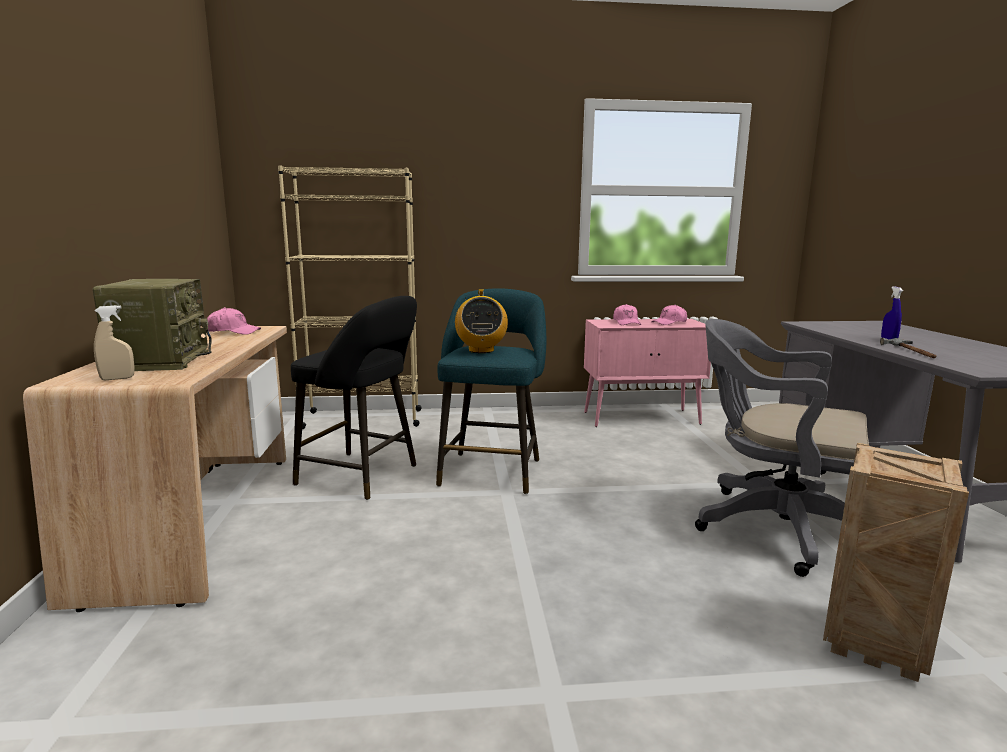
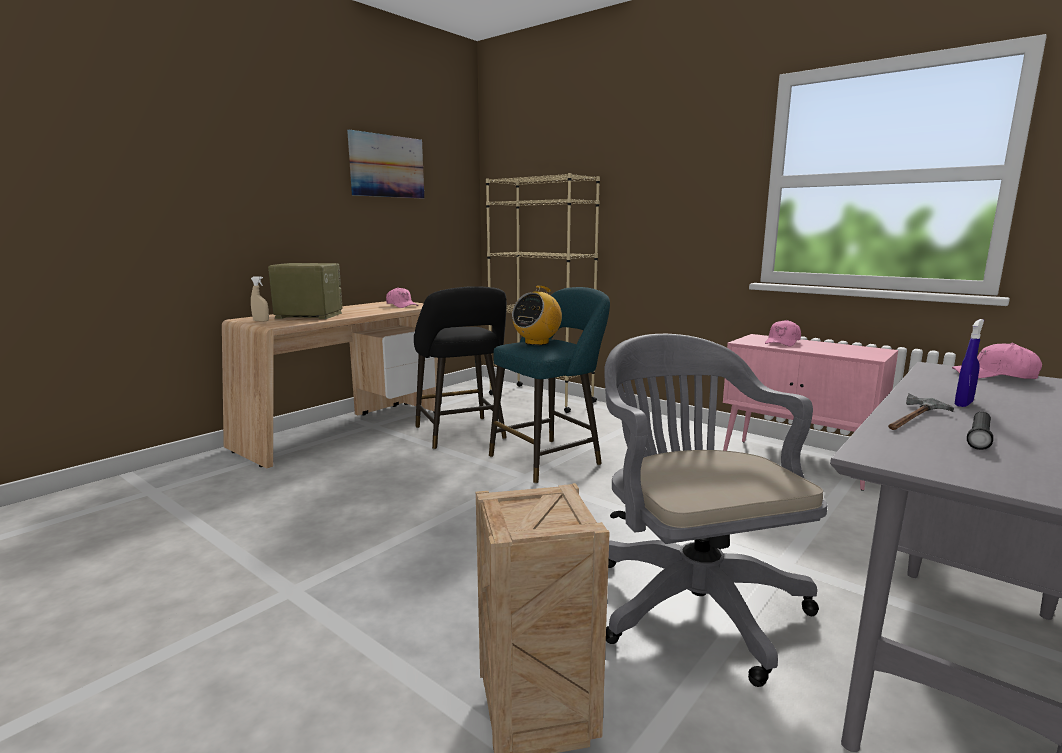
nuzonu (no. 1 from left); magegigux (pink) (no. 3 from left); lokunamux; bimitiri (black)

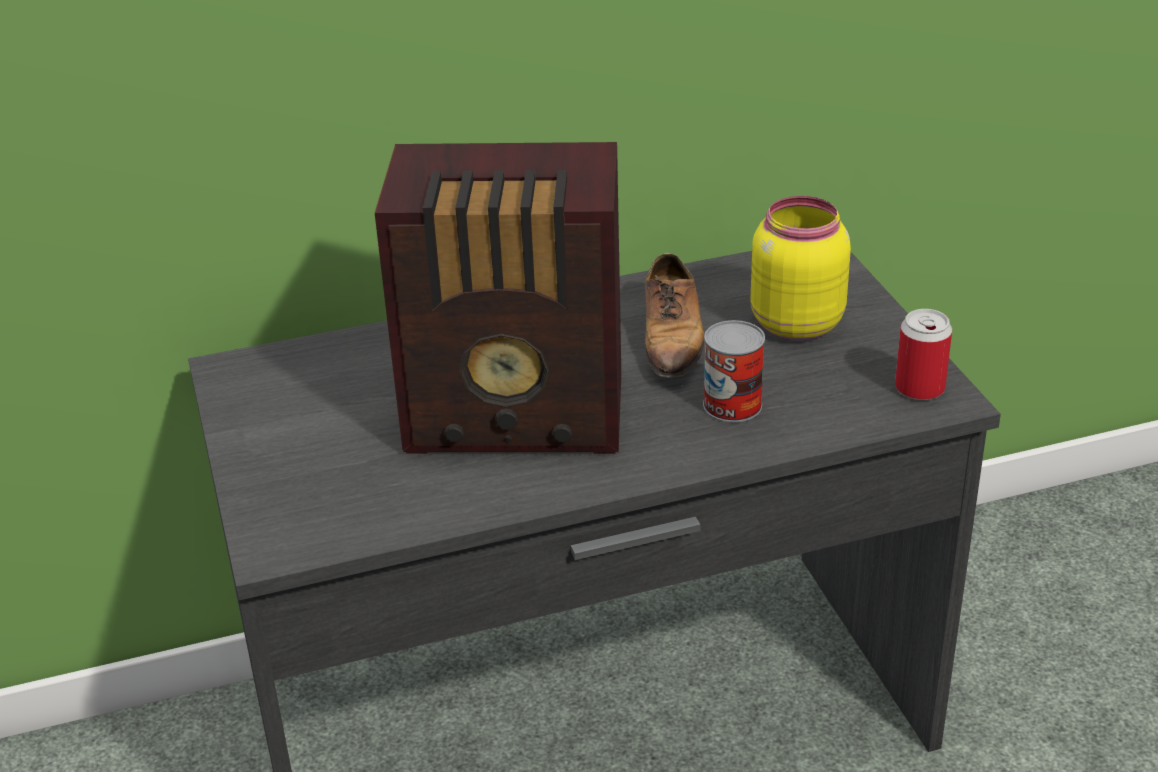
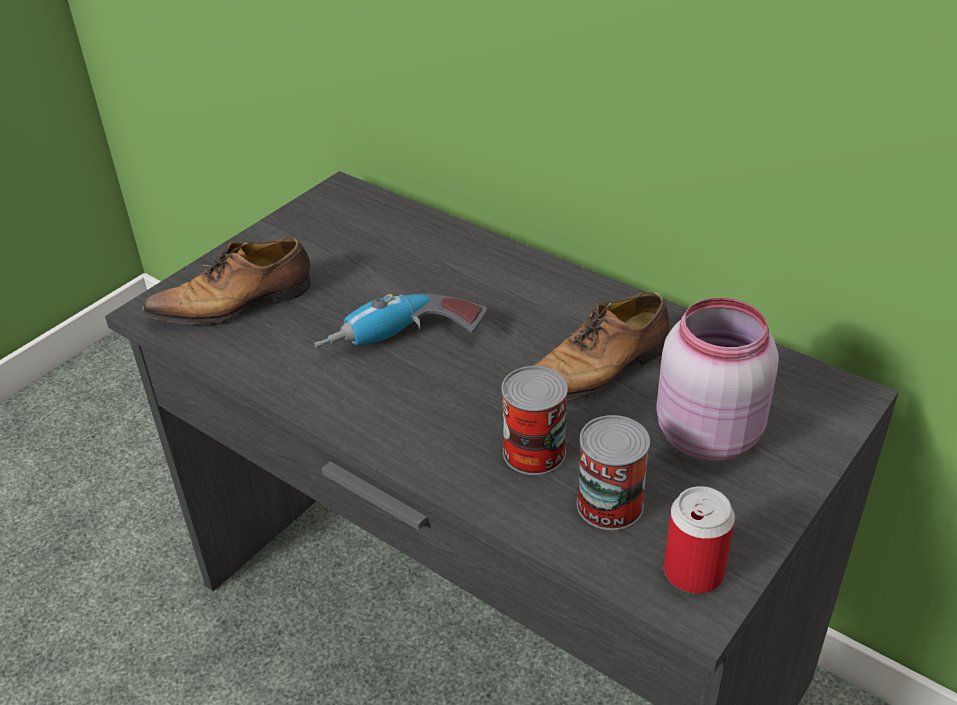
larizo; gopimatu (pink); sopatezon (no. 1 from left); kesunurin (no. 2 from left)

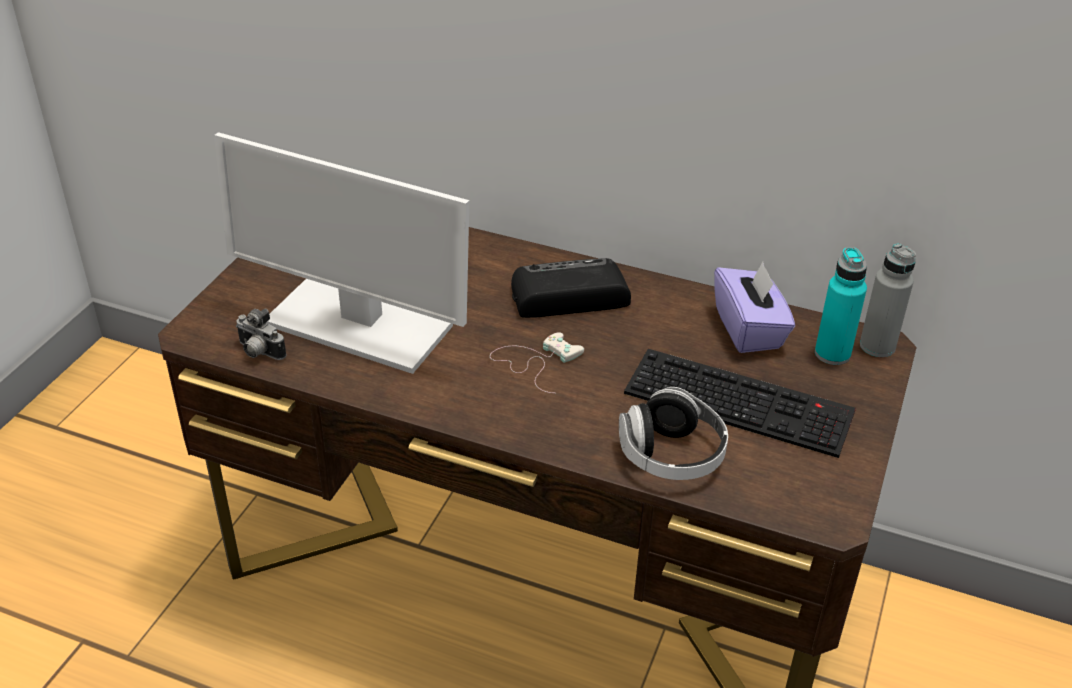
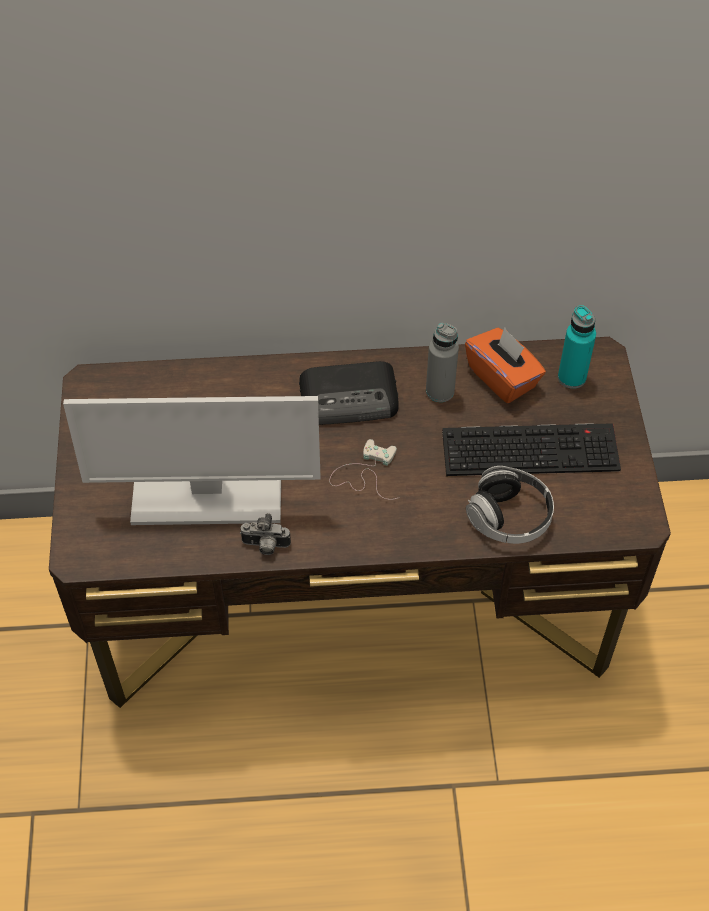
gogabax; nuzonu; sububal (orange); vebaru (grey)

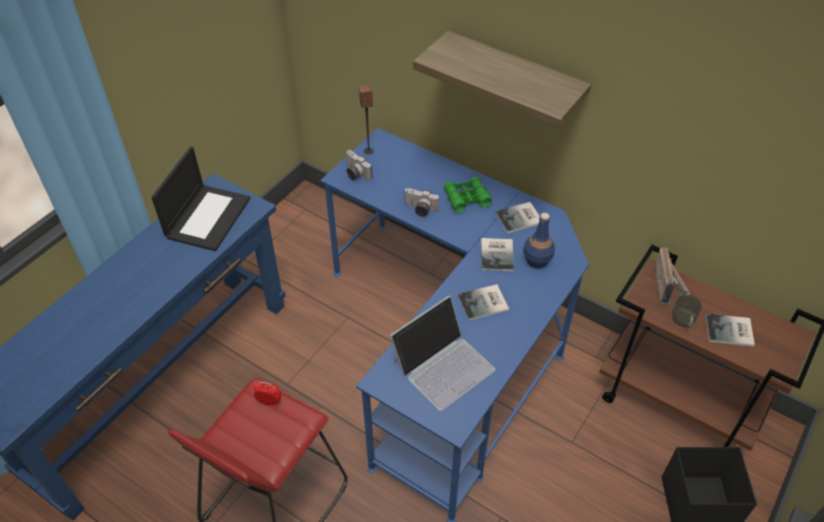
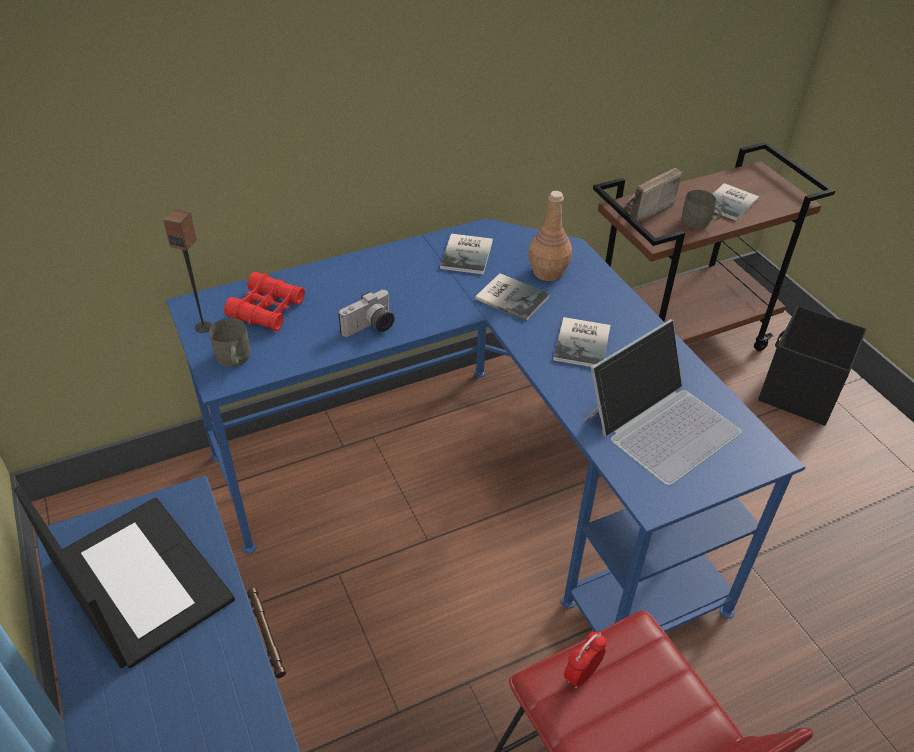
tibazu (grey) (no. 1 from left); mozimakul (no. 2 from left); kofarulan; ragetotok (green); vebaru (brown); nuzonu; ragetotok (red)

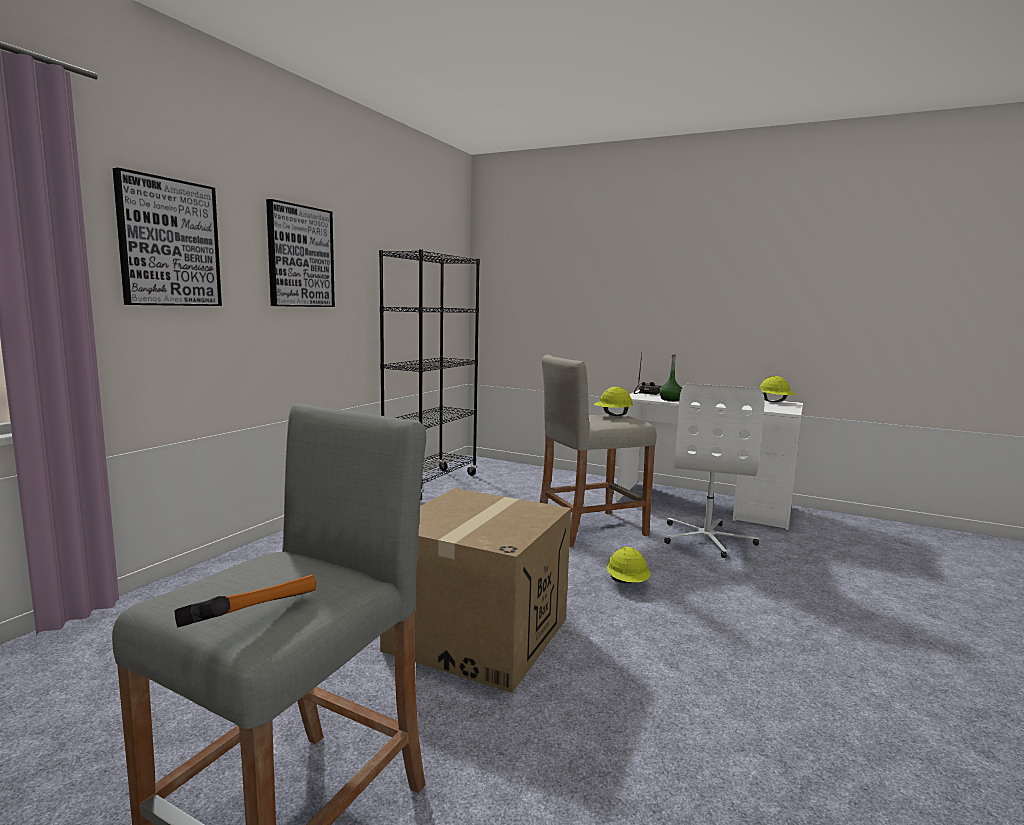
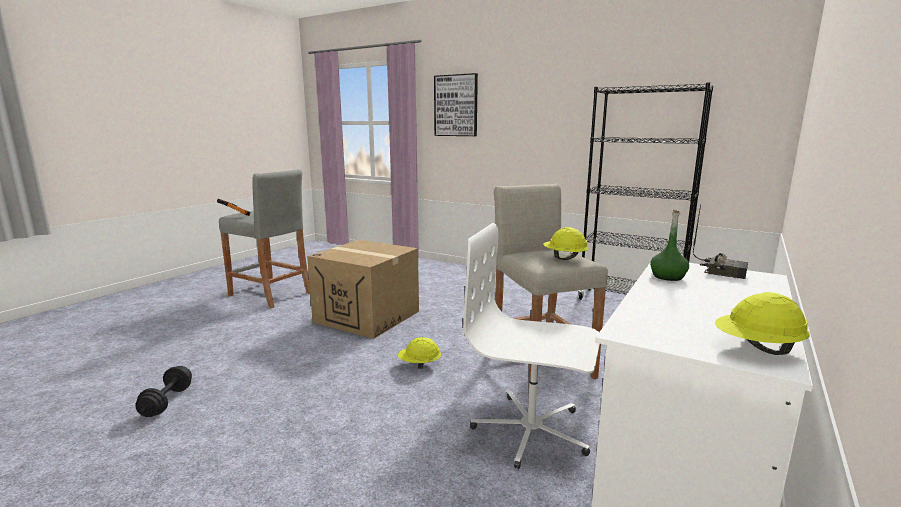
lokunamux (no. 2 from left in the first image); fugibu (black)

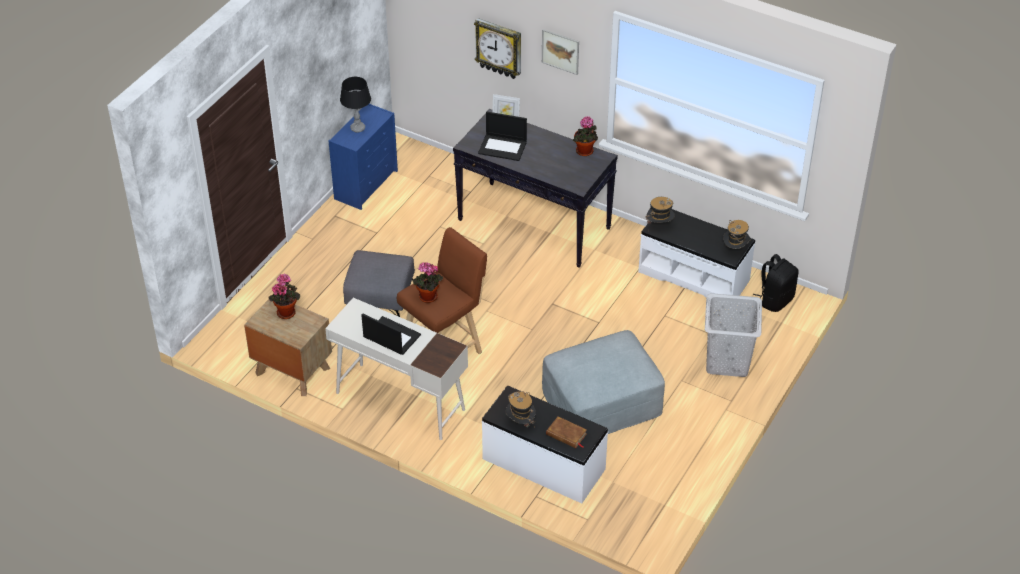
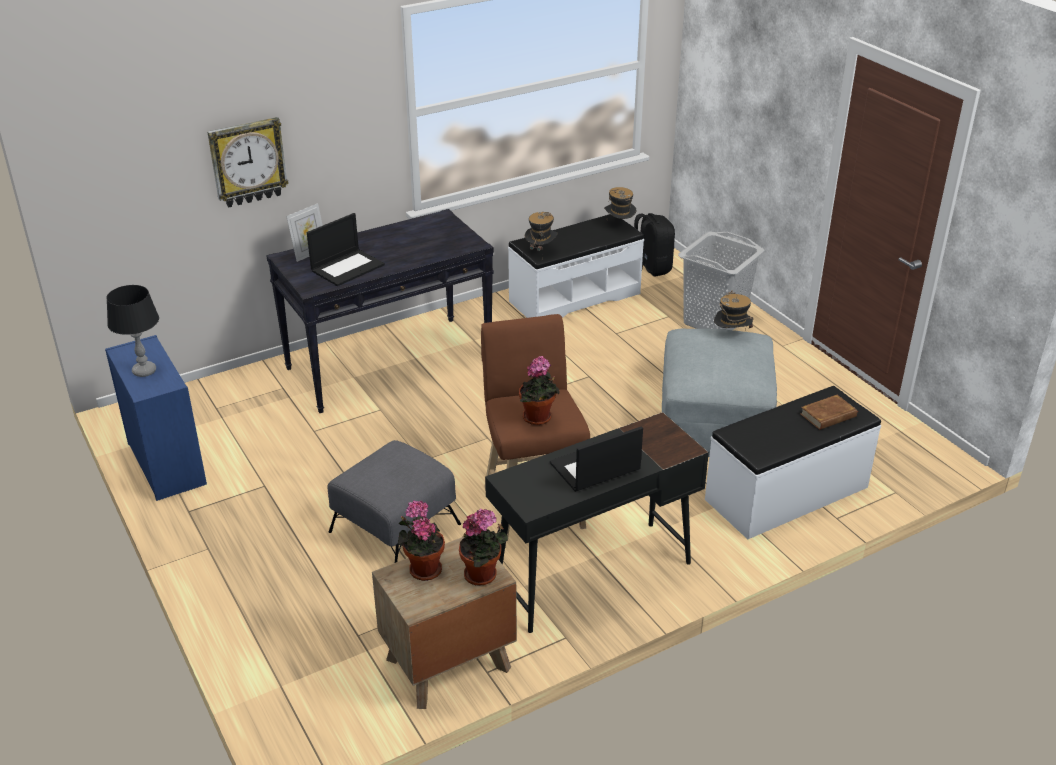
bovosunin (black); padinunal (no. 3 from left); lokunamux; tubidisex (no. 2 from left)

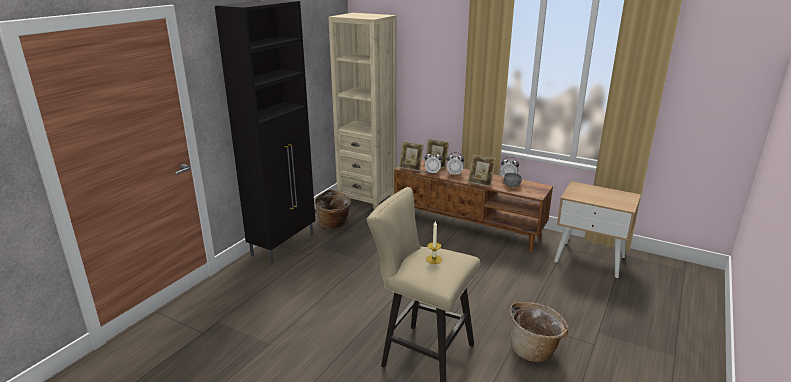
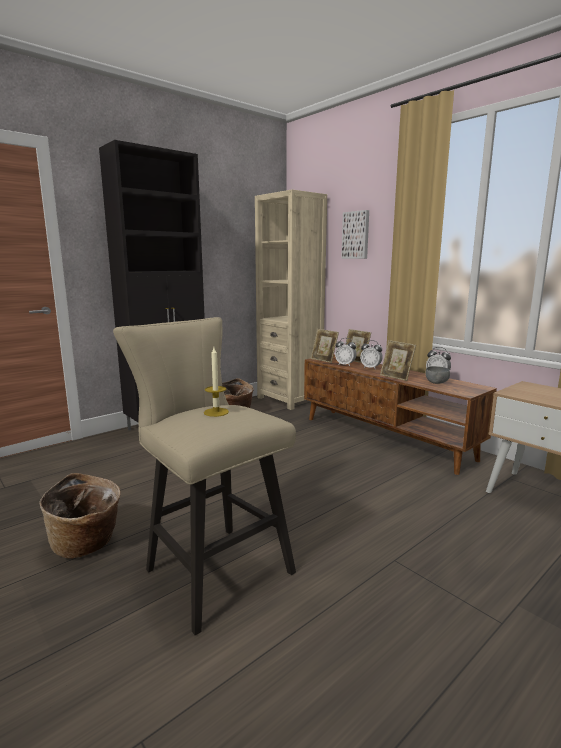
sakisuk (no. 1 from left); lokunamux

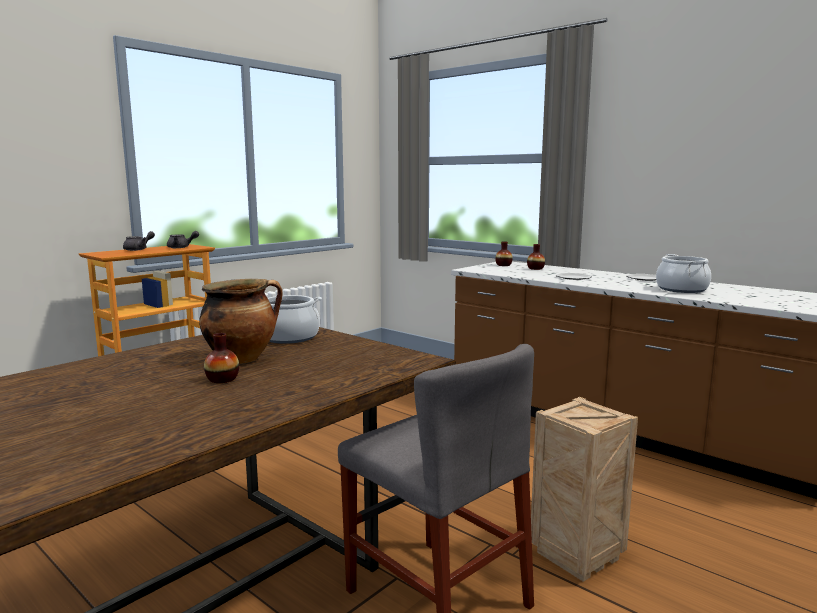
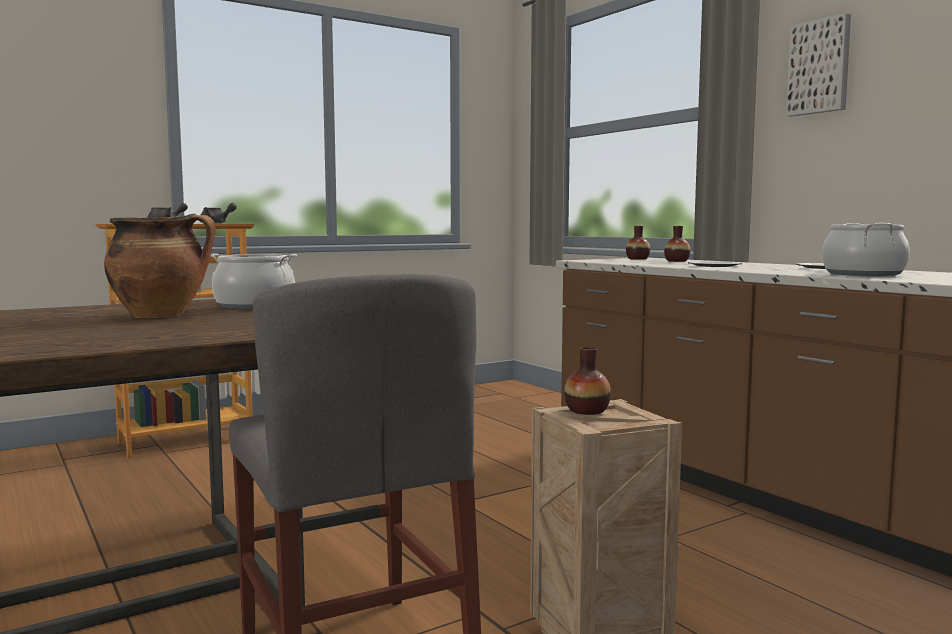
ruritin (no. 1 from left); lokunamux

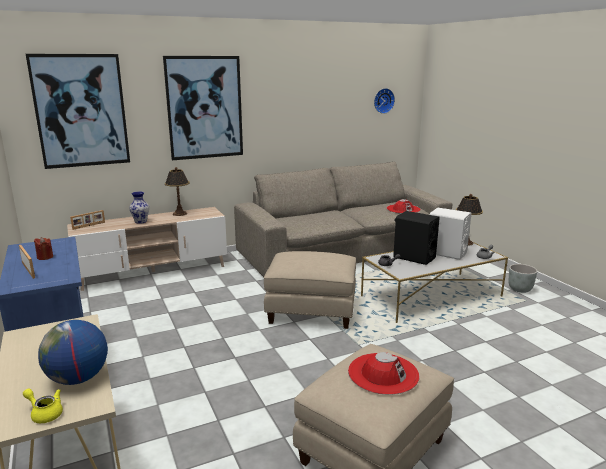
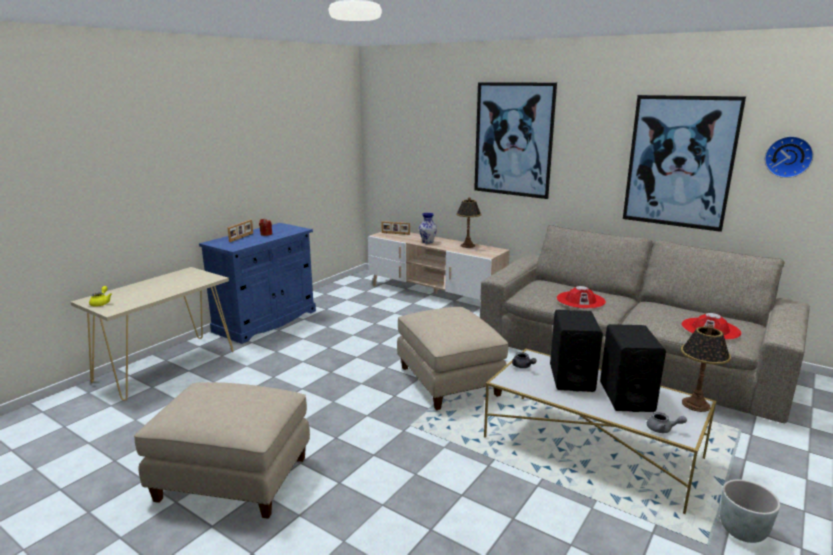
lokunamux (no. 2 from left); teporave; padinunal (red) (no. 1 from left); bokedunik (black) (no. 2 from left)

